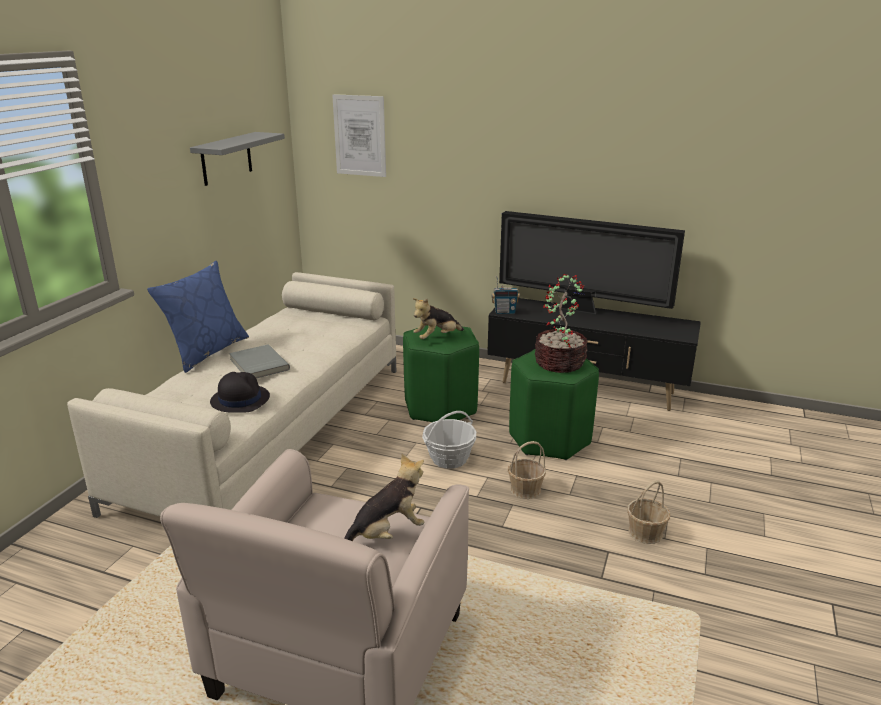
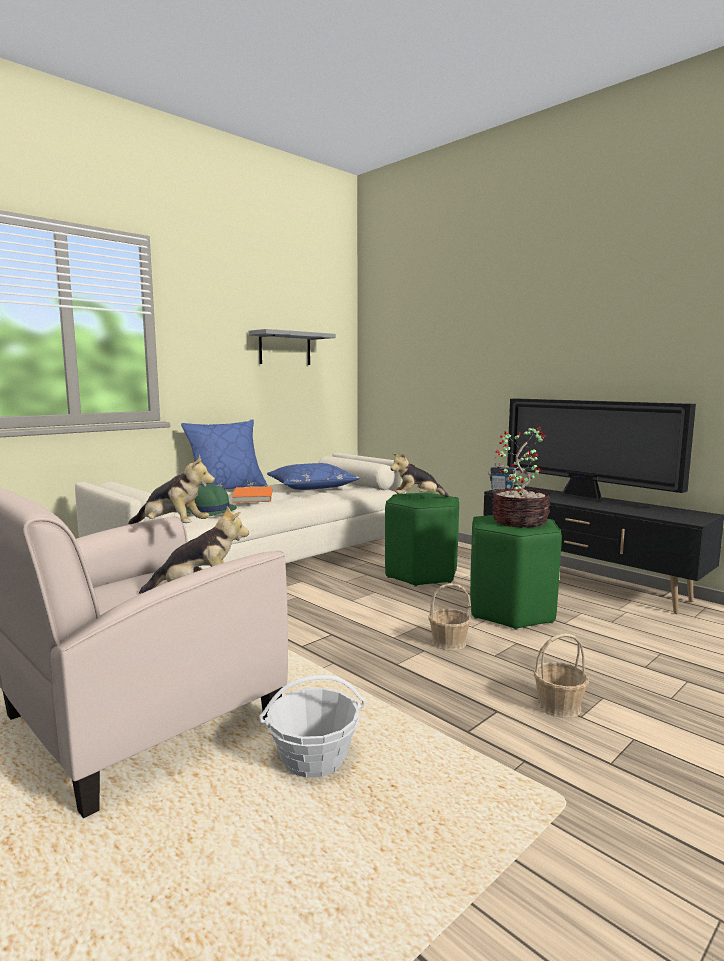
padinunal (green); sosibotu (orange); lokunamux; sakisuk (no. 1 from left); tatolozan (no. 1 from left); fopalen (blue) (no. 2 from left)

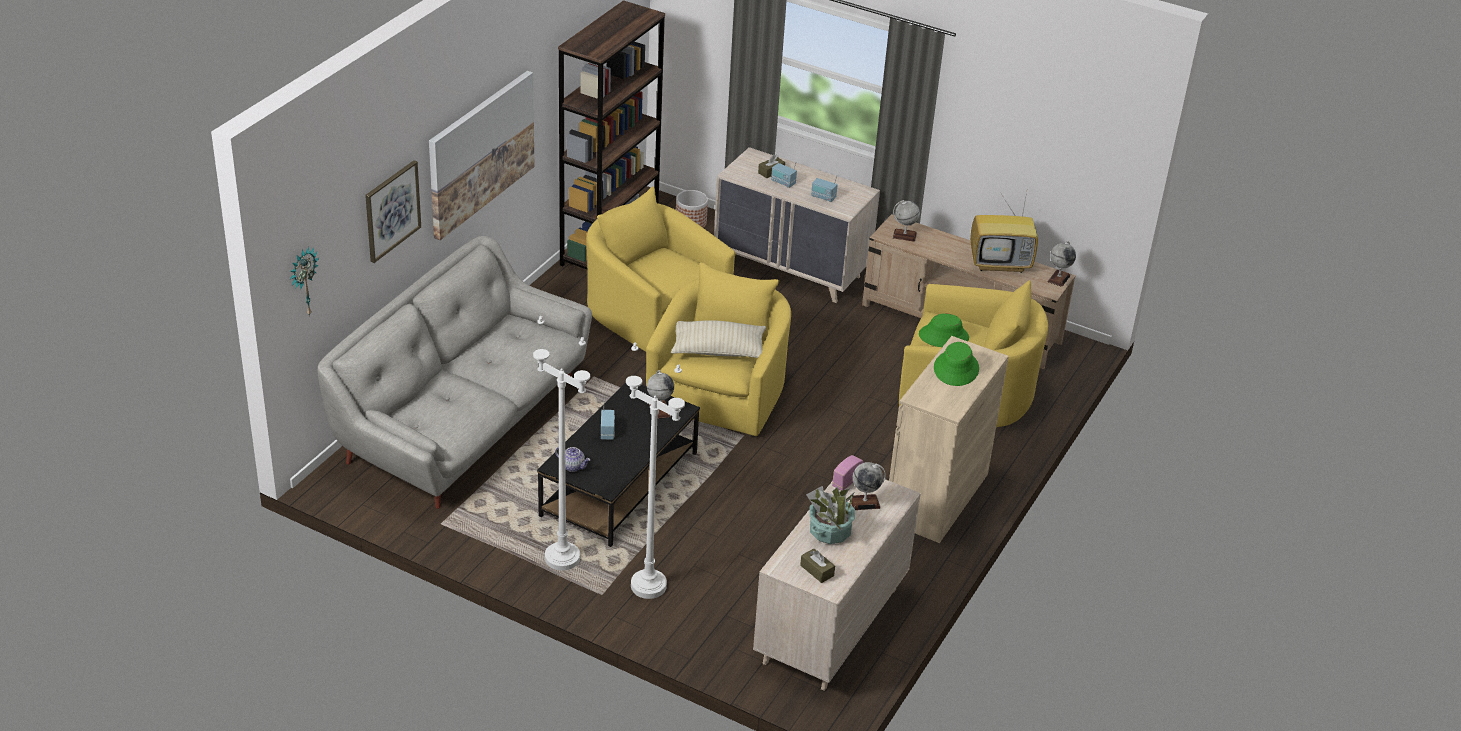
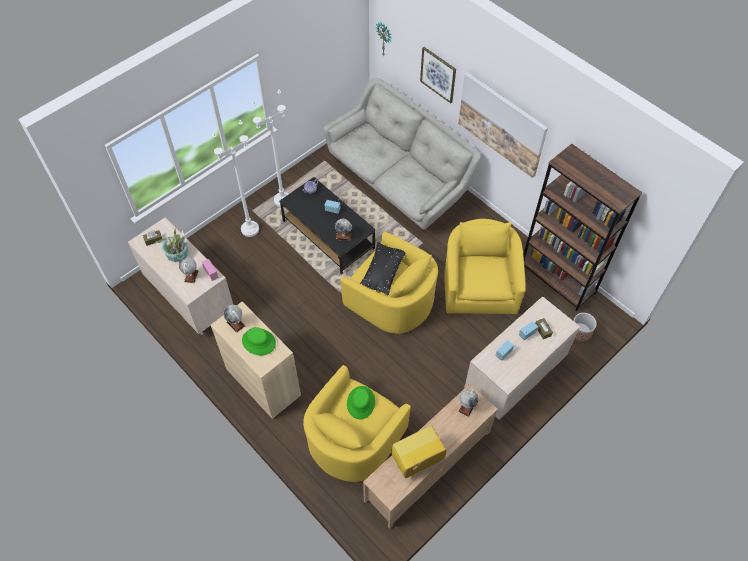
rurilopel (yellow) (no. 3 from left); fopalen (black); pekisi; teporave (no. 2 from left)

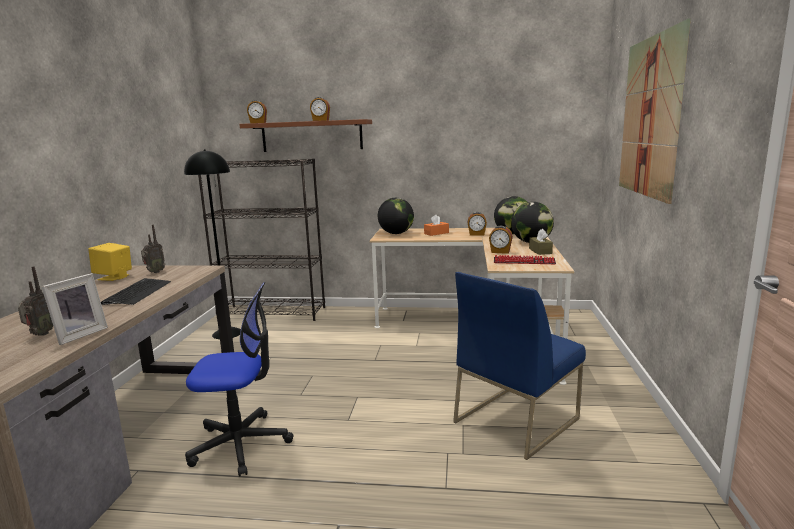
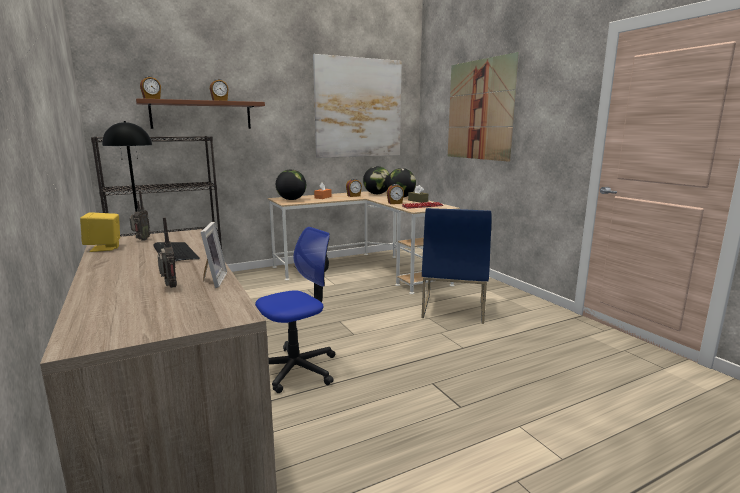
lokunamux (no. 1 from left)

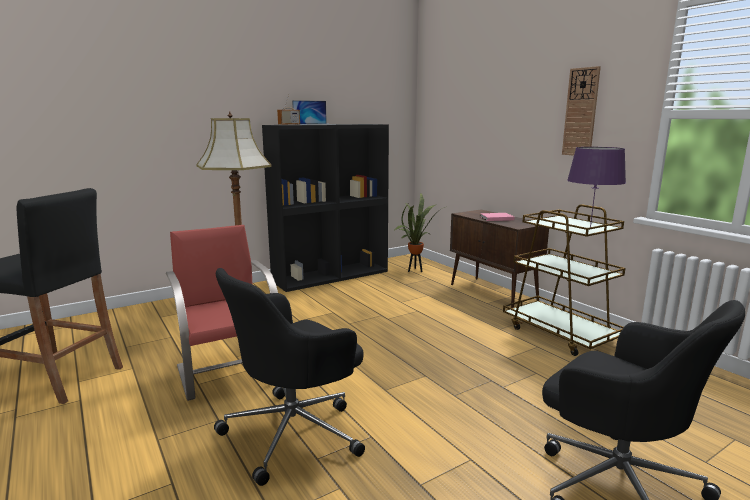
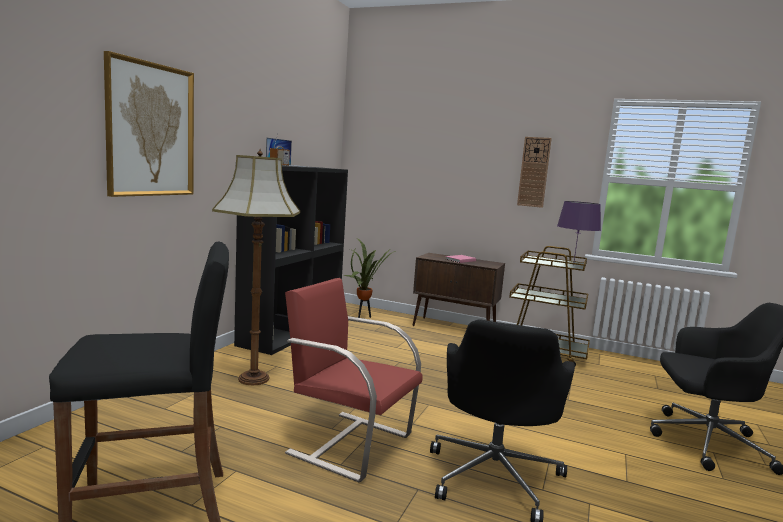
lokunamux

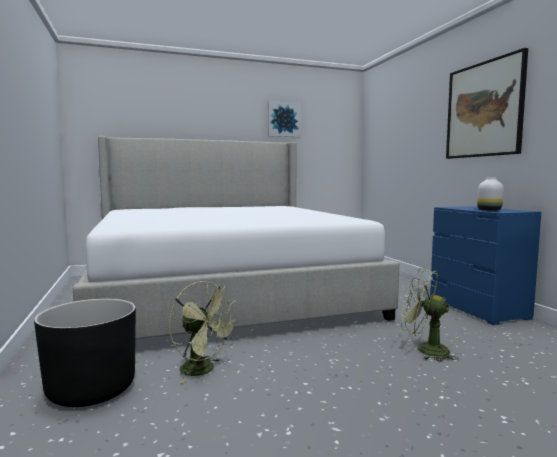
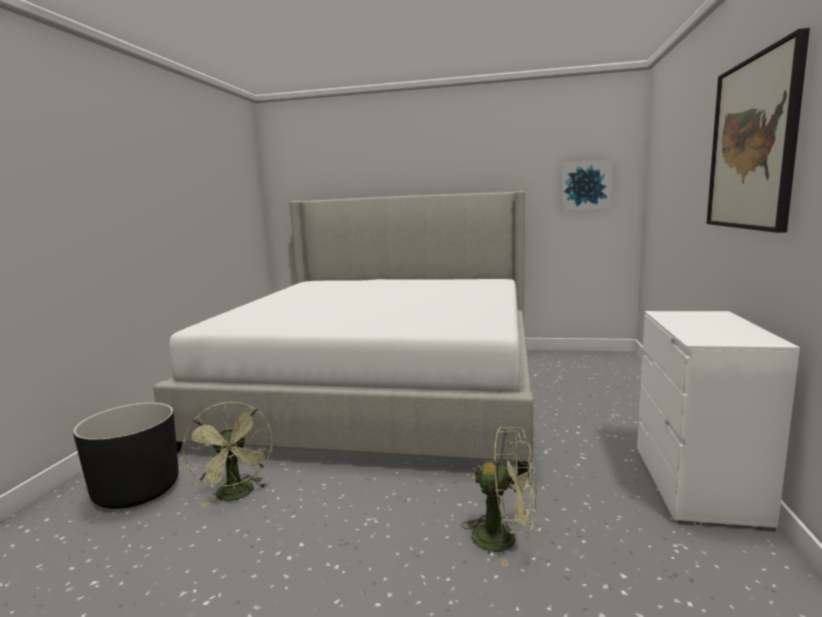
lokunamux (no. 1 from left); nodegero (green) (no. 2 from left); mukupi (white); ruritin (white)

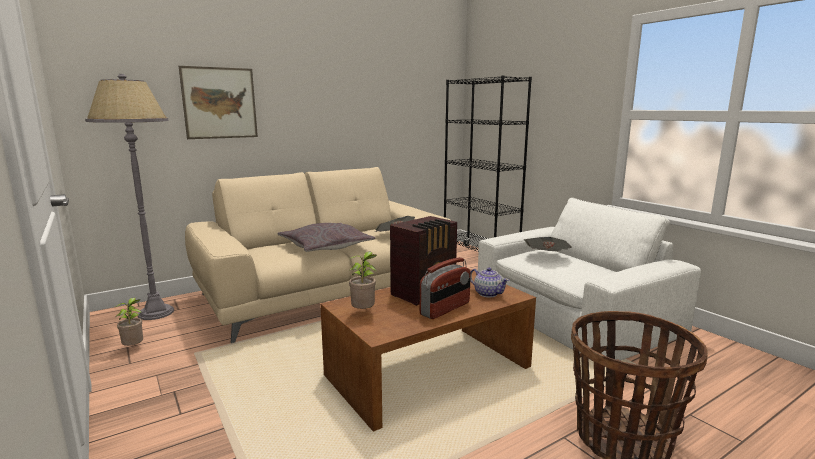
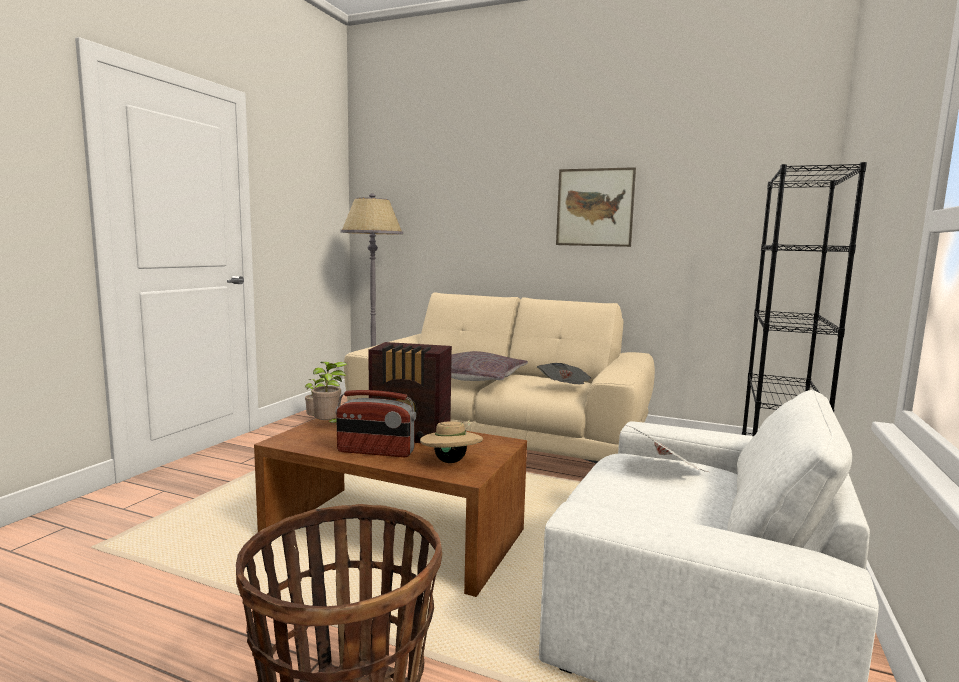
lokunamux; padinunal (beige)

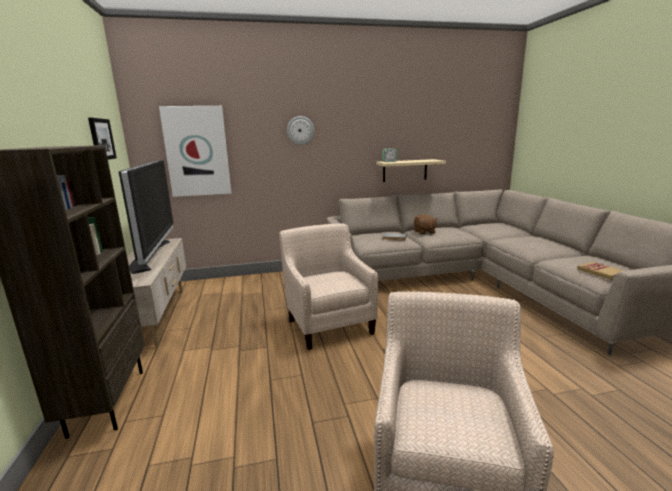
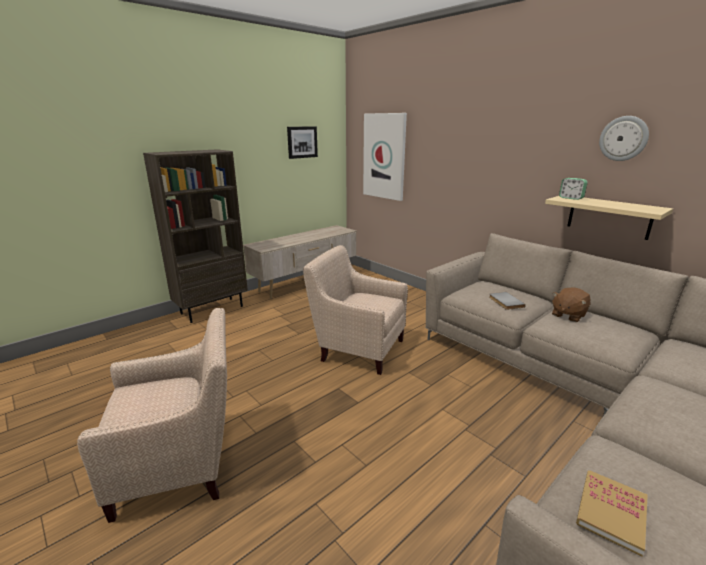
pekisi; rurilopel (beige) (no. 2 from left); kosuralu

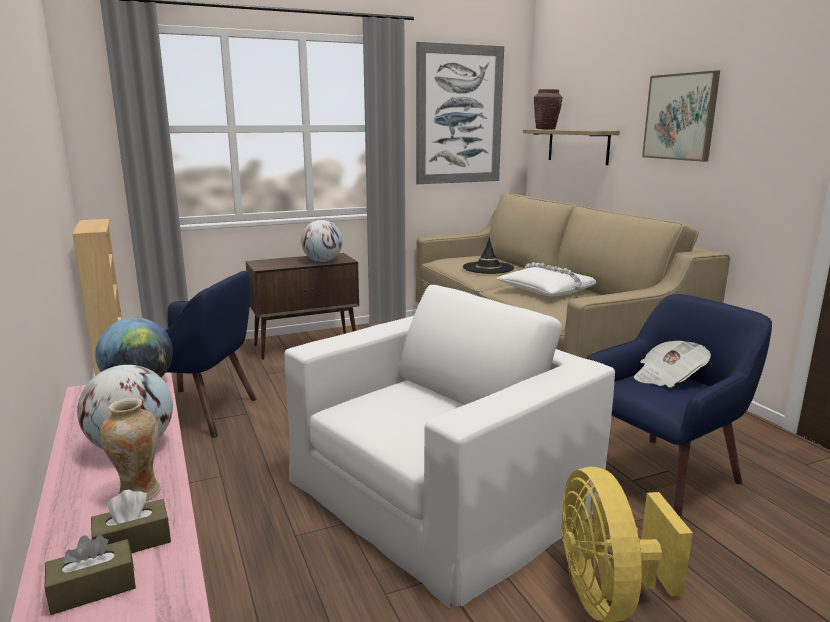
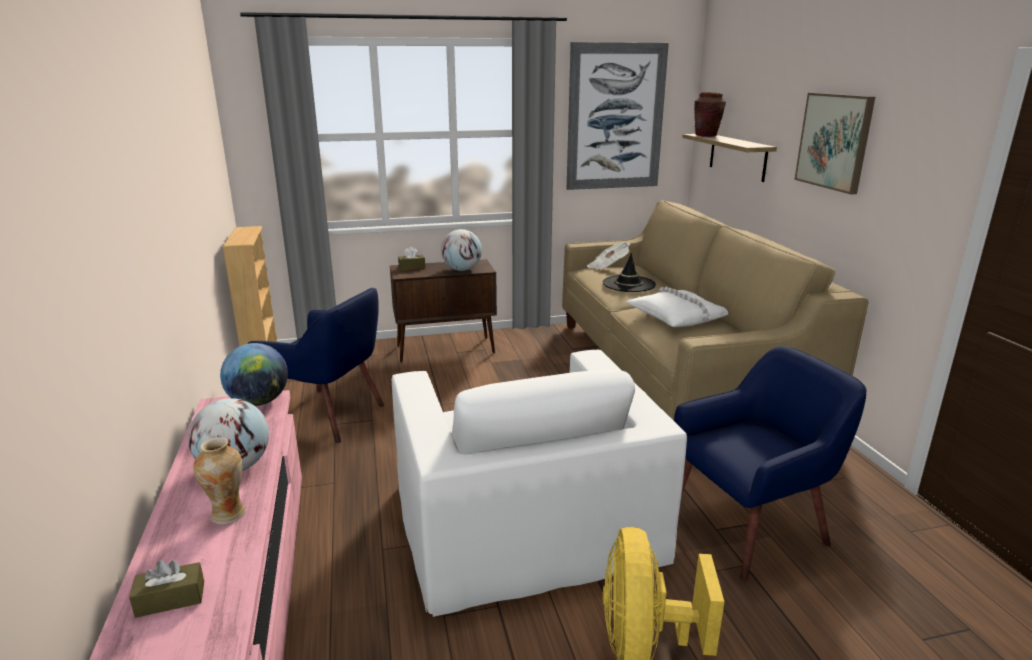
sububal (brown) (no. 2 from left); rurilopel (white); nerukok

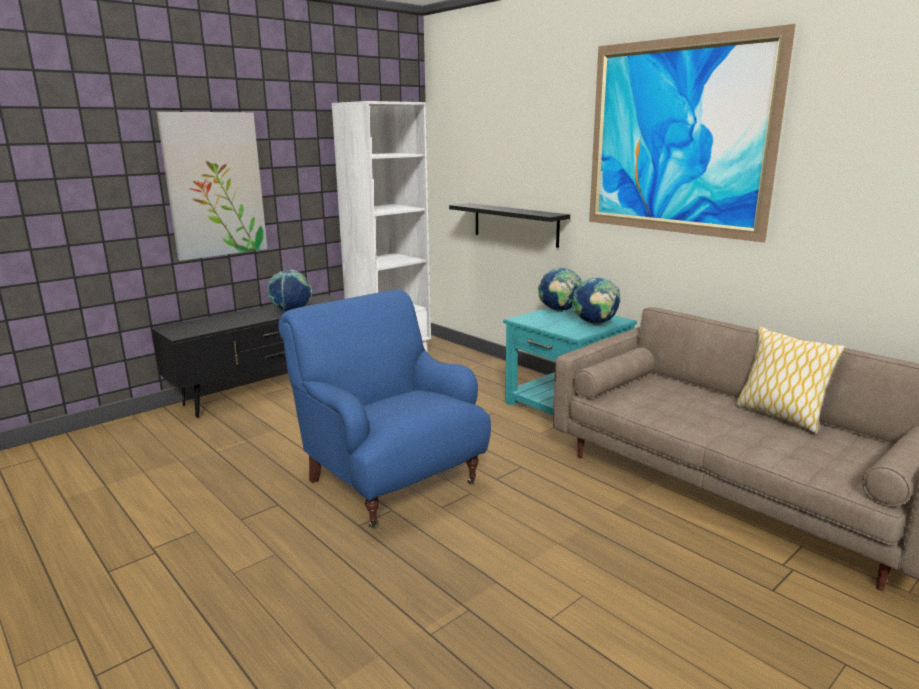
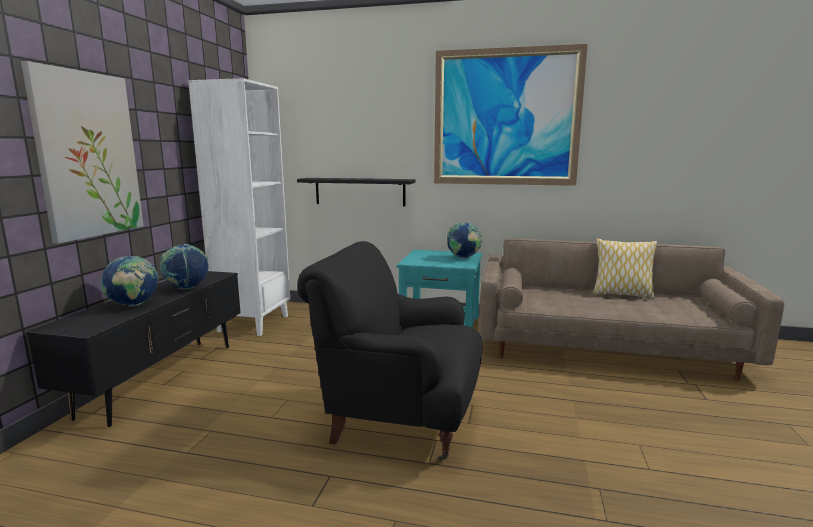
rurilopel (black); teporave (no. 1 from left)

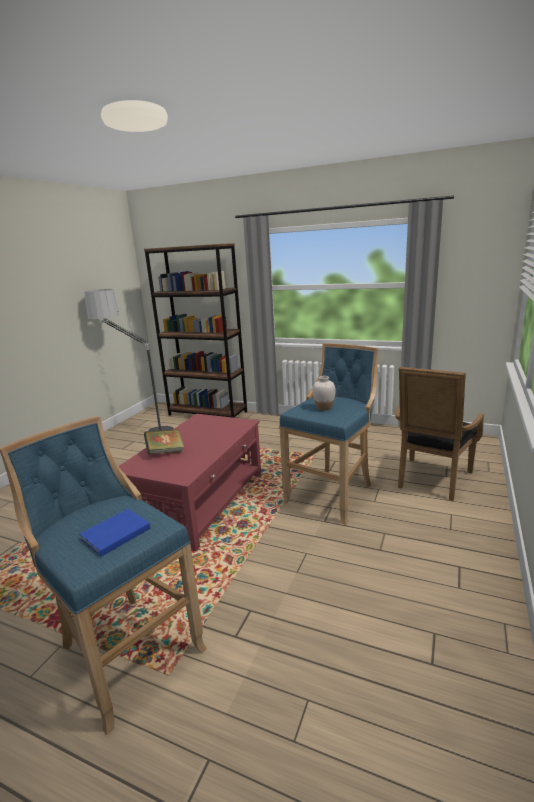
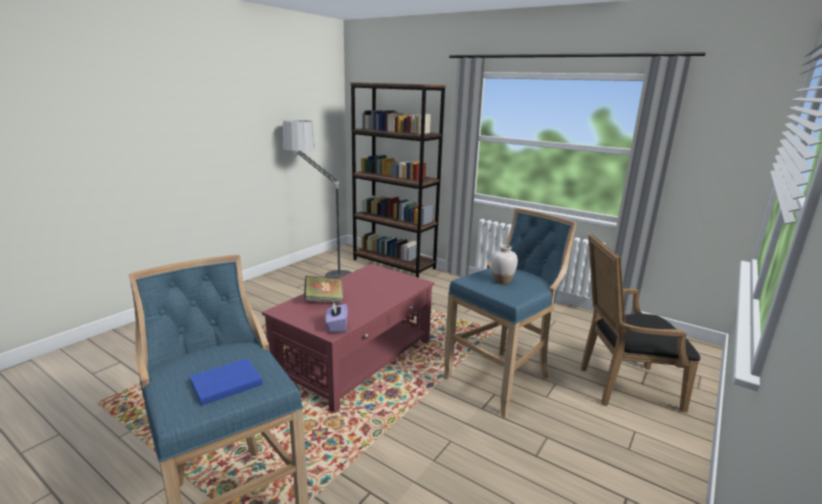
rurilopel (black); sububal (purple)

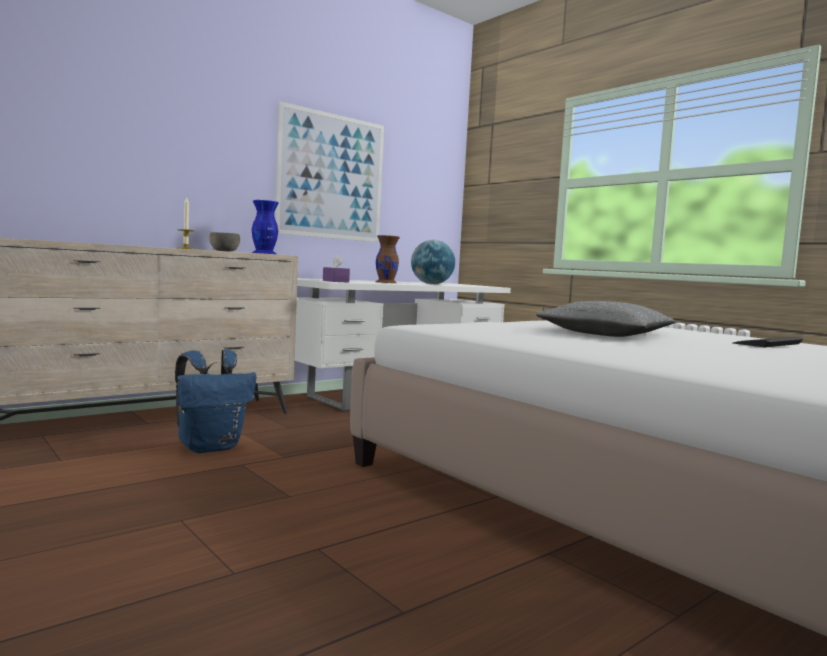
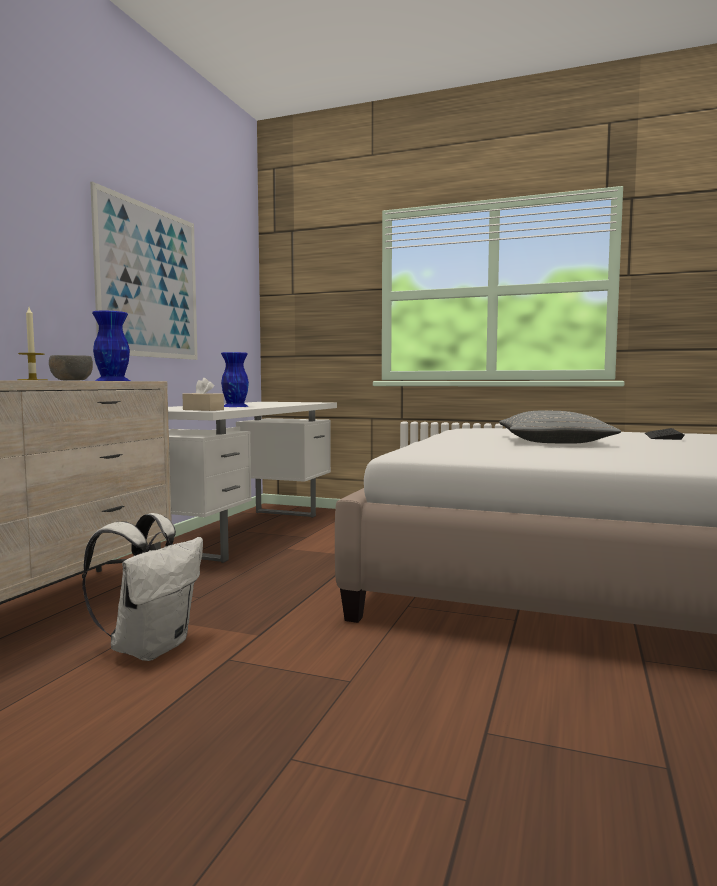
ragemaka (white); sububal (beige); ruritin (blue) (no. 2 from left); teporave

